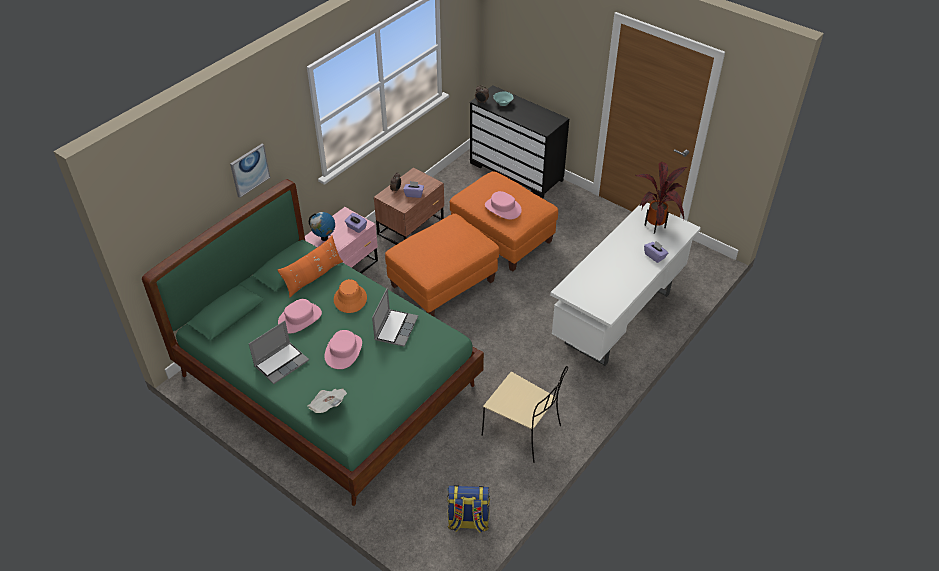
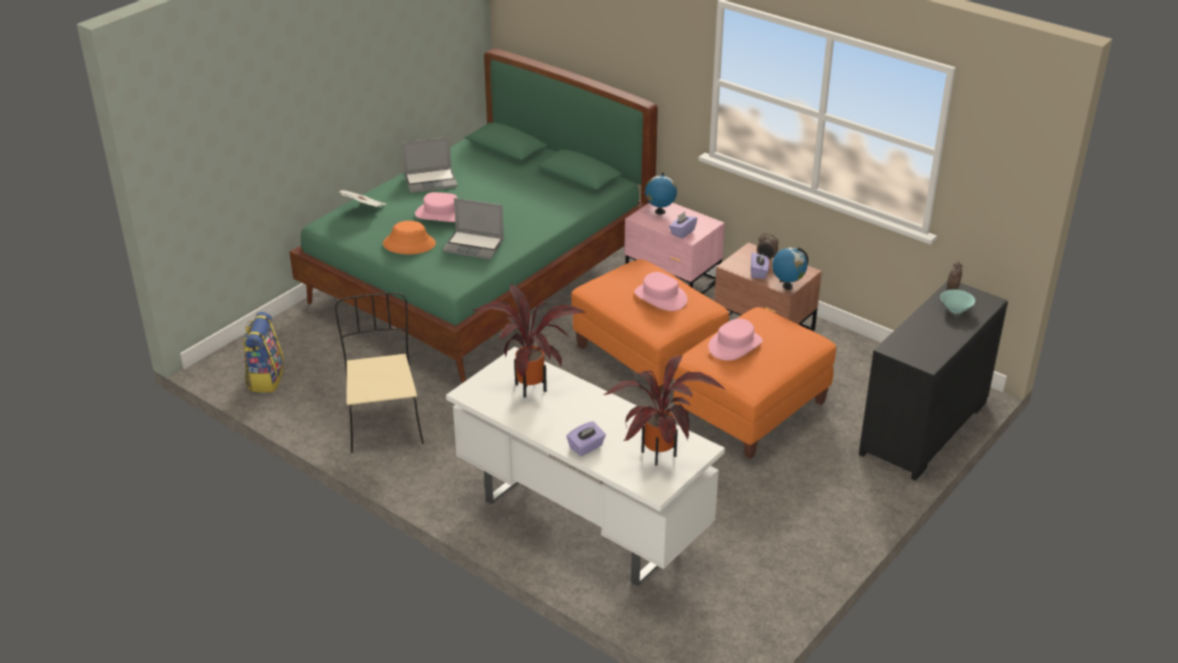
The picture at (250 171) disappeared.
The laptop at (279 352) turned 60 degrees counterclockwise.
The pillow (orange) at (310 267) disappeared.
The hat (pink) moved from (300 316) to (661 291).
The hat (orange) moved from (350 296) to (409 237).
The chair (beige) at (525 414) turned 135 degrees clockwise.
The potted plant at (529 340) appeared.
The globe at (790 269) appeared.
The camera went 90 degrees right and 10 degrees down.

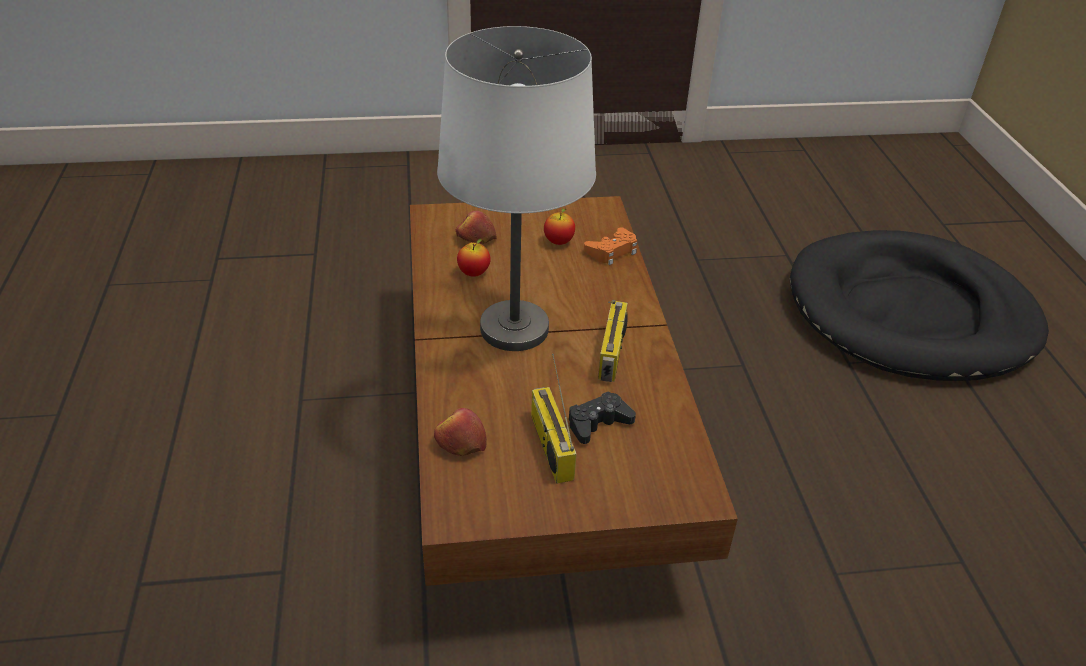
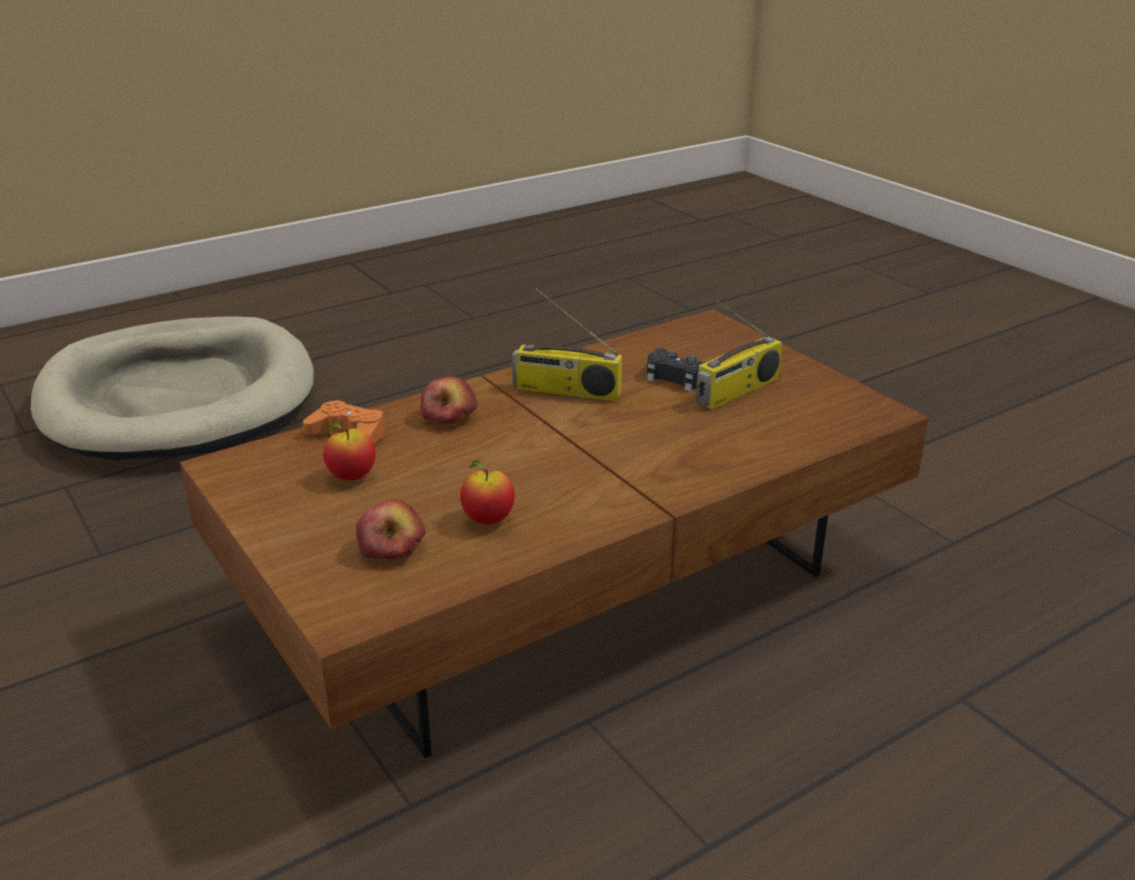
The apple moved from (460 432) to (449 400).
The table lamp (white) at (516 188) disappeared.
The radio at (613 341) turned 150 degrees counterclockwise.
The dog bed (black) at (919 305) became the dog bed (beige) at (172 388).
The camera went 115 degrees left and 10 degrees down.

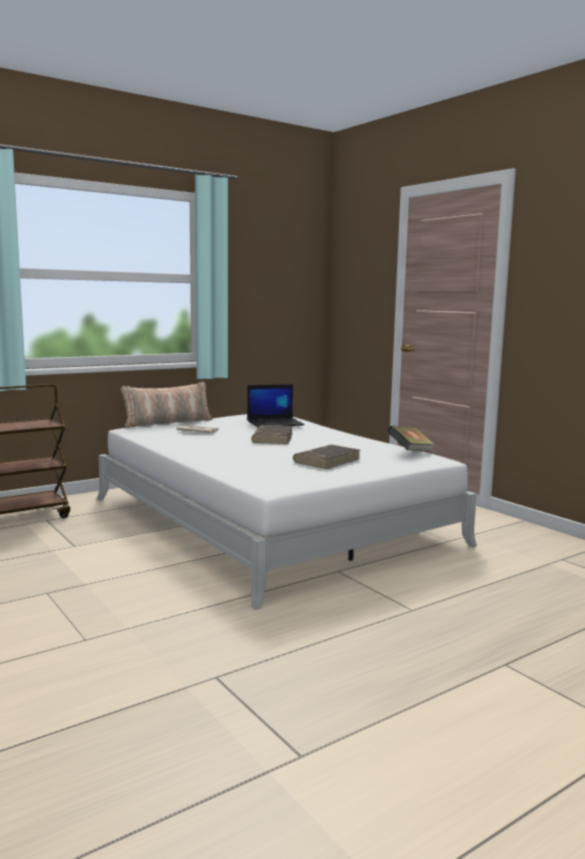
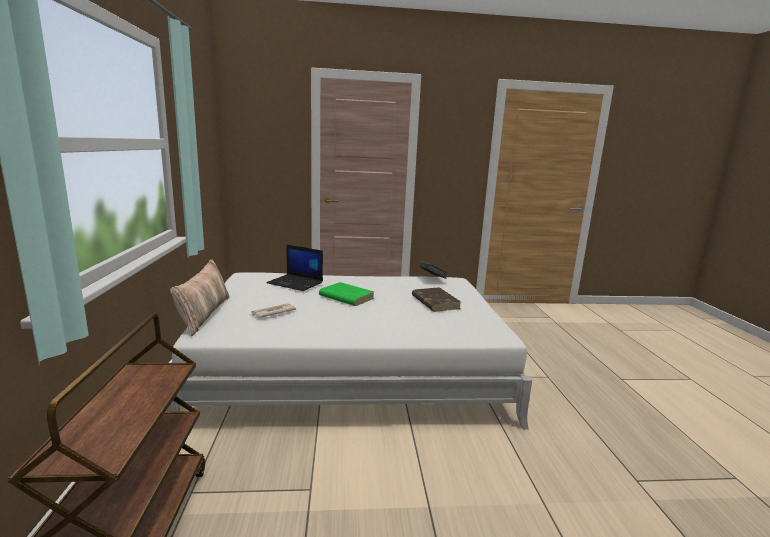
The laptop at (276 405) turned 105 degrees clockwise.
The book (brown) at (272 434) became the book (green) at (346 294).
The camera went 60 degrees left and 5 degrees up.

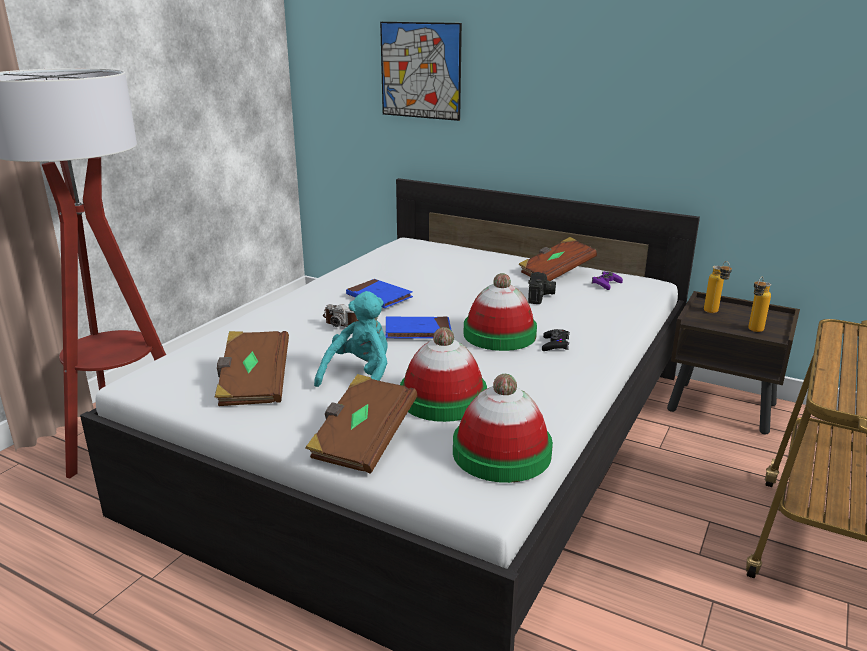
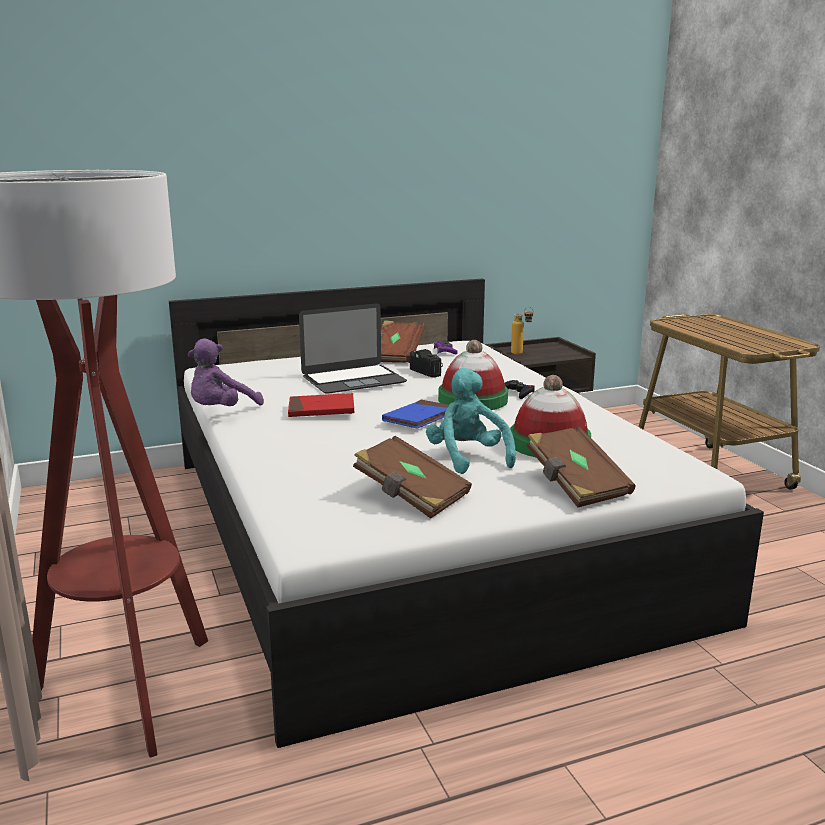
The photo camera at (340 315) disappeared.
The book (blue) at (379 293) became the book (red) at (321 405).
The picture at (421 71) disappeared.
The hat at (503 428) disappeared.
The bottle at (759 304) disappeared.
The plush toy (purple) at (226 372) appeared.
The laptop at (353 348) appeared.
The camera went 50 degrees left and 5 degrees down.

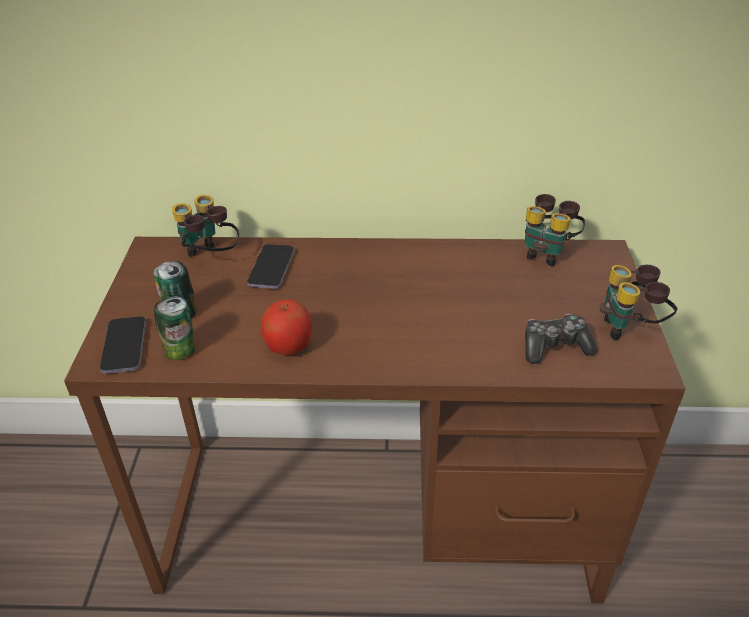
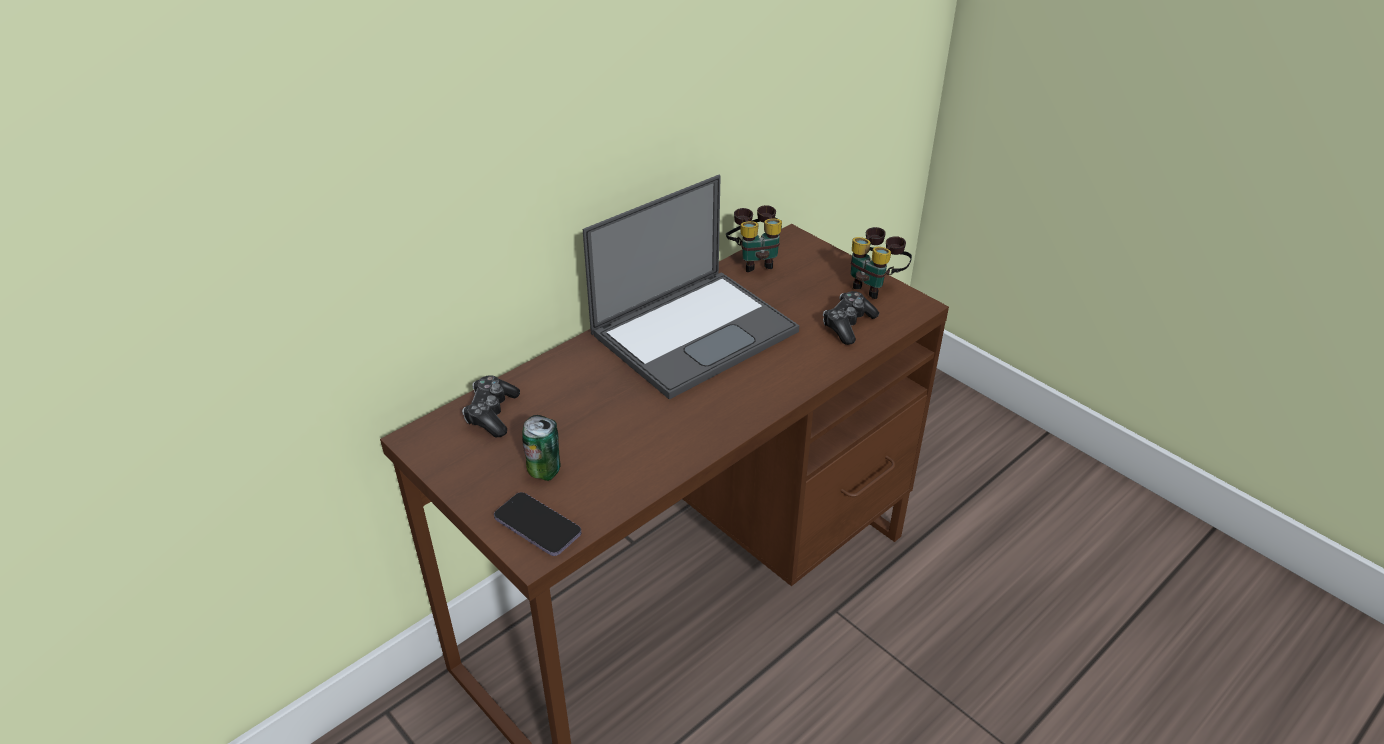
The can at (174 328) disappeared.
The binoculars at (205 226) was replaced by the game controller at (491 406).
The phone at (271 266) disappeared.
The apple at (286 327) disappeared.
The laptop at (691 287) appeared.
The camera went 45 degrees left and 0 degrees up.

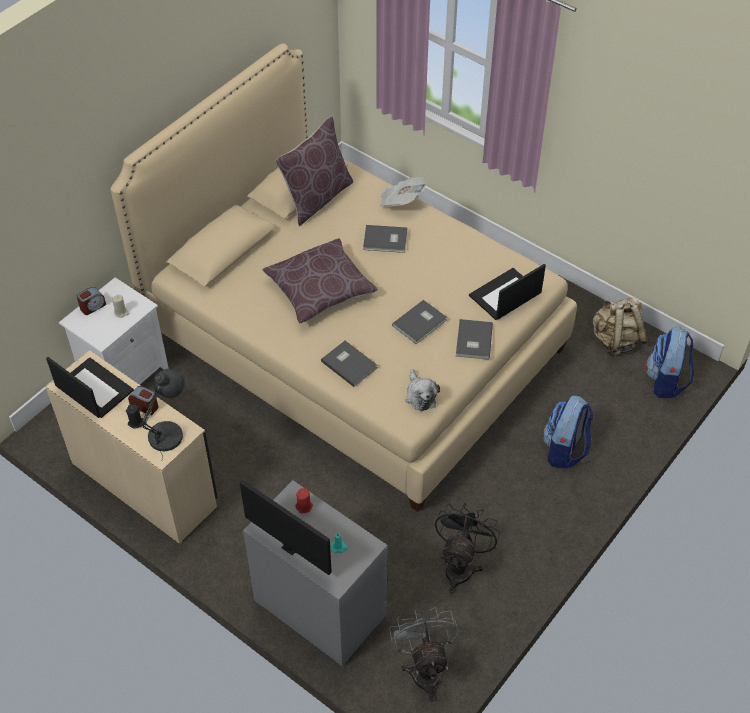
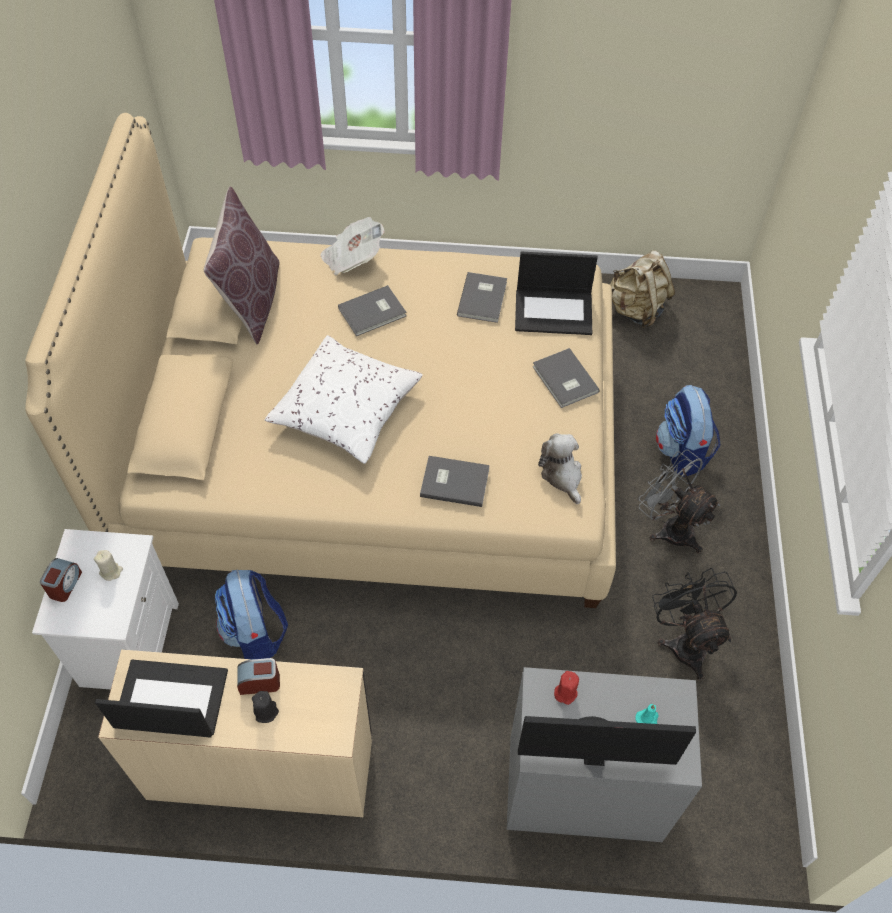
The table lamp (grey) at (163 415) disappeared.
The pillow (brown) at (320 280) became the pillow (white) at (344 399).
The fan (grey) moved from (424 654) to (679 501).
The book (grey) moved from (419 322) to (482 297).
The plush toy at (423 390) turned 150 degrees counterclockwise.
The laptop at (507 292) turned 105 degrees counterclockwise.
The backpack moved from (670 362) to (251 614).
The camera went 35 degrees left and 5 degrees up.

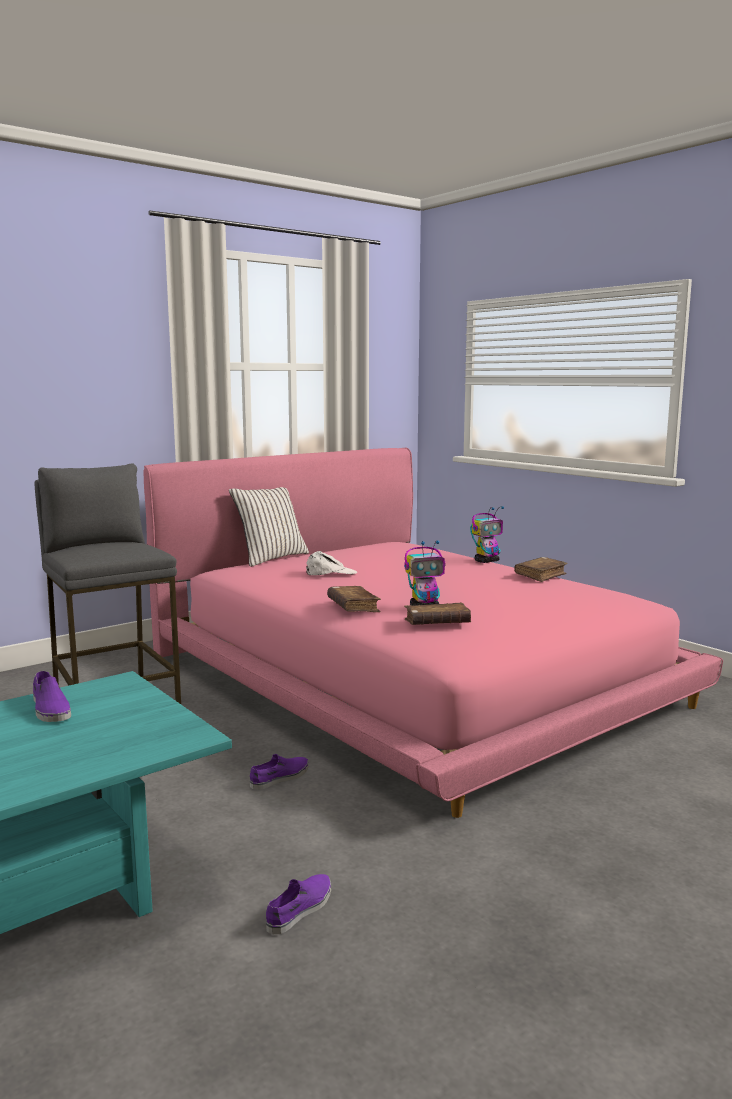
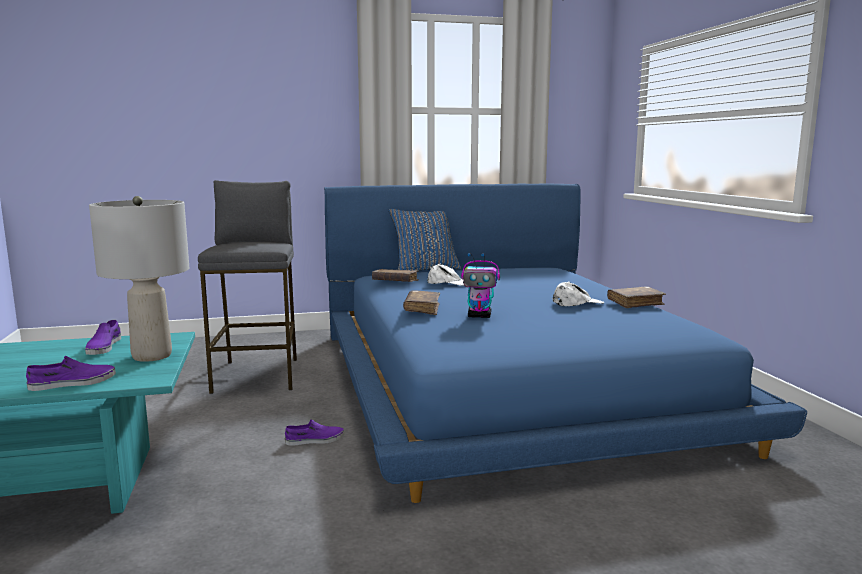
The bed (pink) at (433 633) became the bed (blue) at (565 343).
The pillow (white) at (269 527) became the pillow (blue) at (425 239).
The shoe (purple) moved from (298 904) to (71 373).
The book (brown) moved from (437 613) to (395 275).
The toy robot at (487 534) disappeared.
The table lamp (grey) at (139 279) appeared.
The cap (white) at (578 294) appeared.
The camera went 25 degrees right and 0 degrees up.

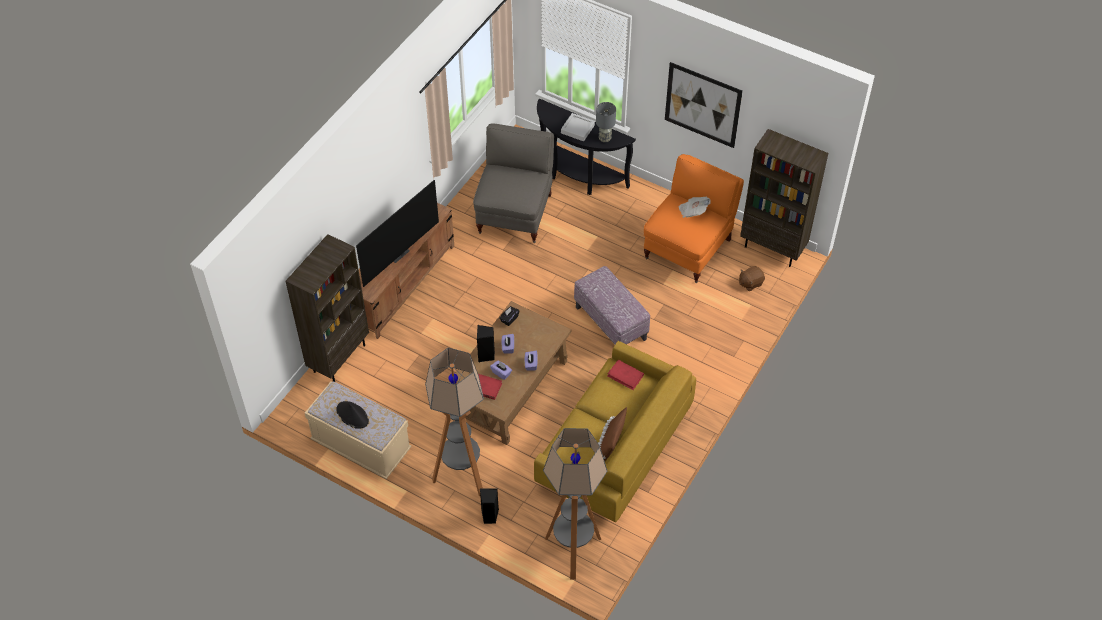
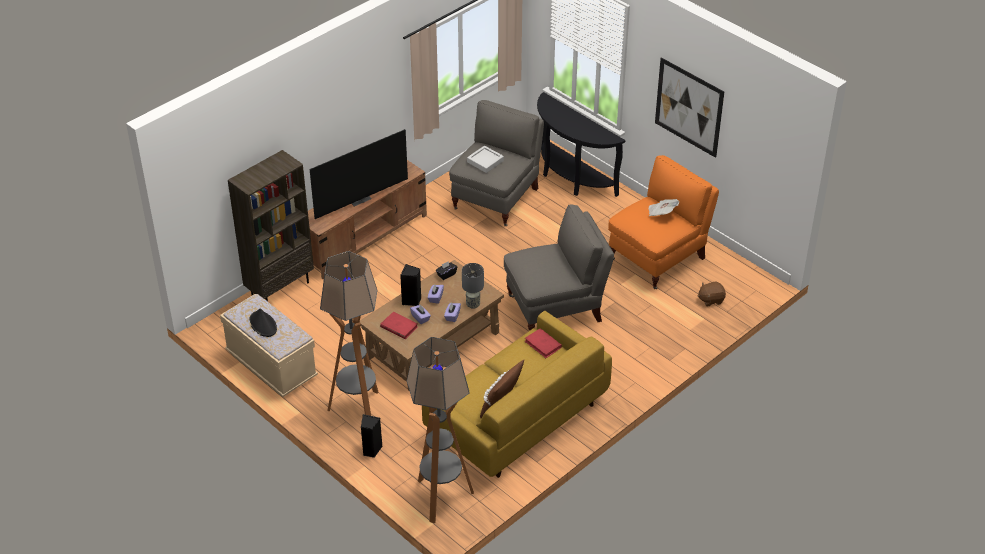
The tray (grey) moved from (578 127) to (485 159).
The ottoman at (612 305) was replaced by the armchair (grey) at (559 267).
The table lamp (grey) moved from (606 122) to (473 286).
The bookcase (brown) at (784 198) disappeared.
The camera went 15 degrees right and 10 degrees down.

